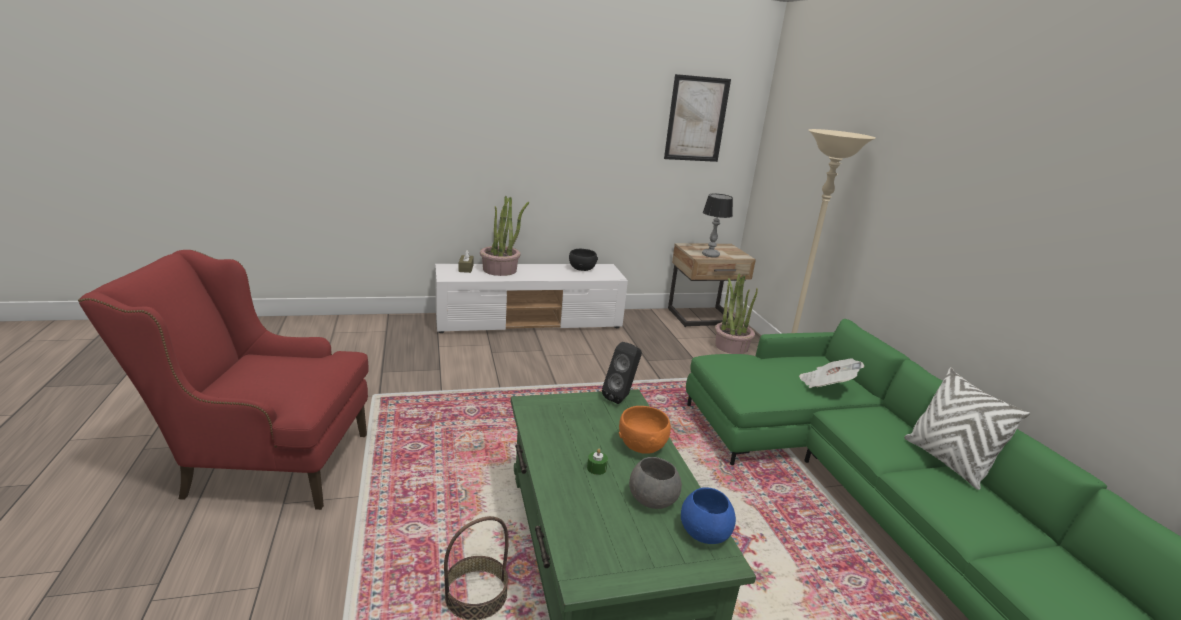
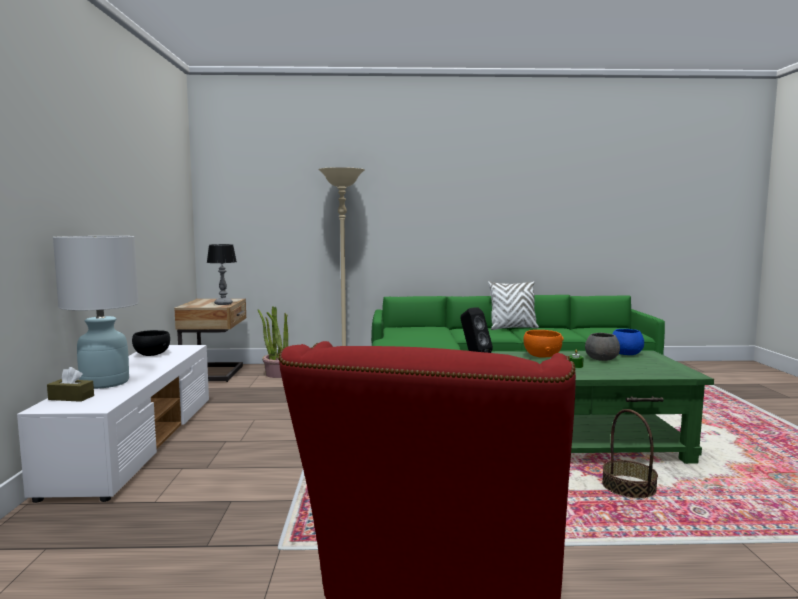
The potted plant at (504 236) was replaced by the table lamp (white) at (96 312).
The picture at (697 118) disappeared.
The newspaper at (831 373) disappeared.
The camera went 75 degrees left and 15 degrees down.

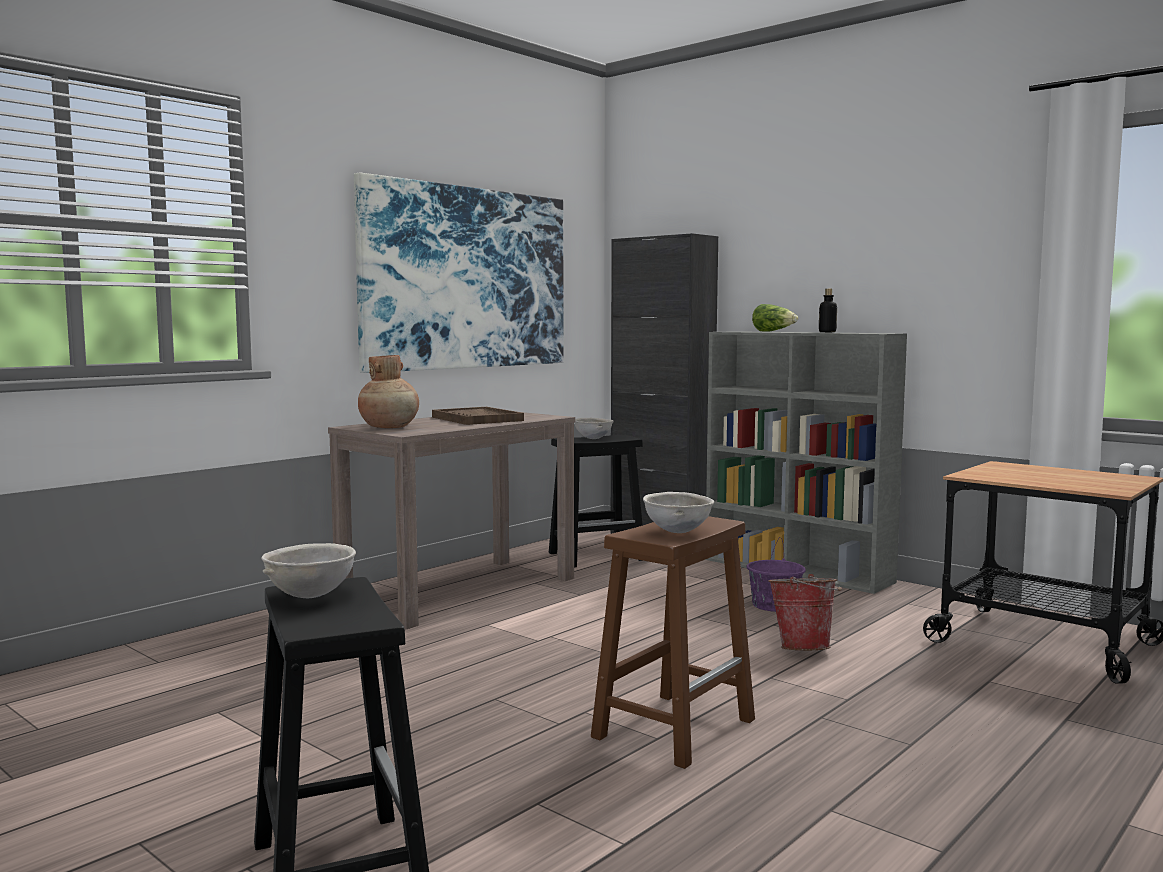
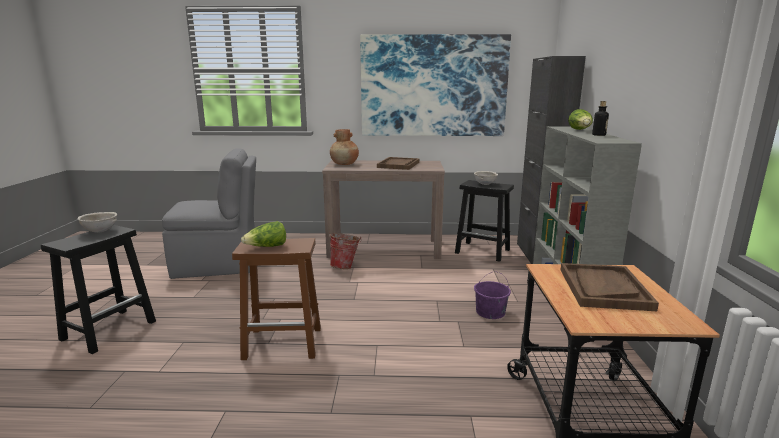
The bowl (grey) at (678 512) was replaced by the lettuce at (263 234).
The bucket moved from (805 612) to (345 251).
The chair (grey) at (209 213) appeared.
The tray (brown) at (610 287) appeared.
The camera went 50 degrees right and 10 degrees up.

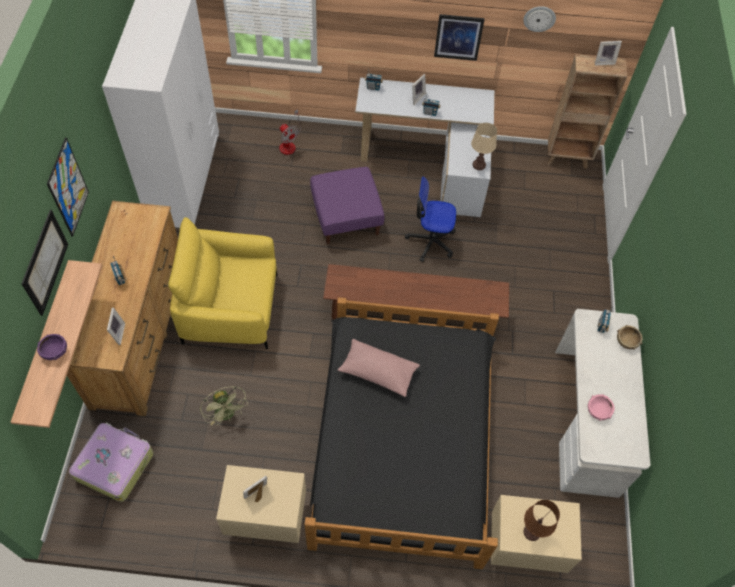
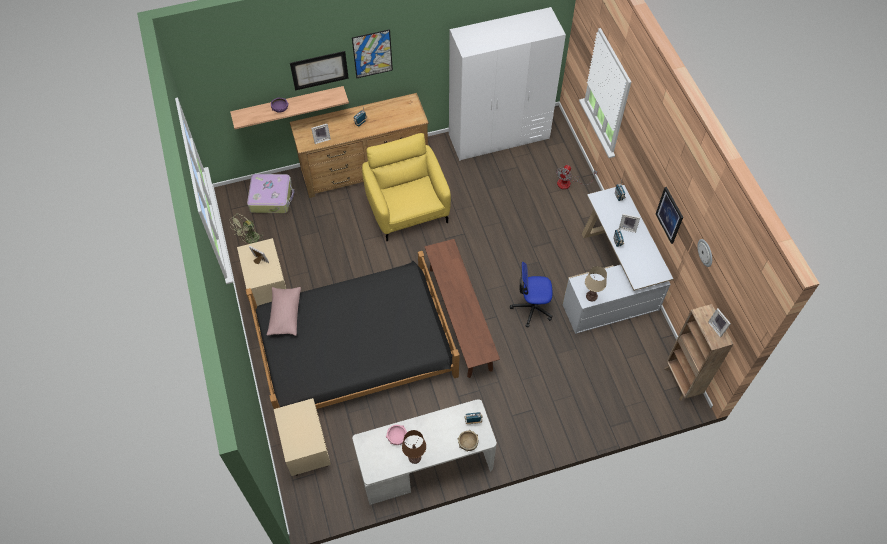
The fan (green) moved from (224 406) to (247 229).
The ottoman (purple) at (347 205) disappeared.
The pillow (pink) moved from (379 368) to (284 311).
The office chair at (430 219) turned 75 degrees counterclockwise.
The table lamp (brown) moved from (541 520) to (414 447).
The camera went 70 degrees right and 0 degrees up.

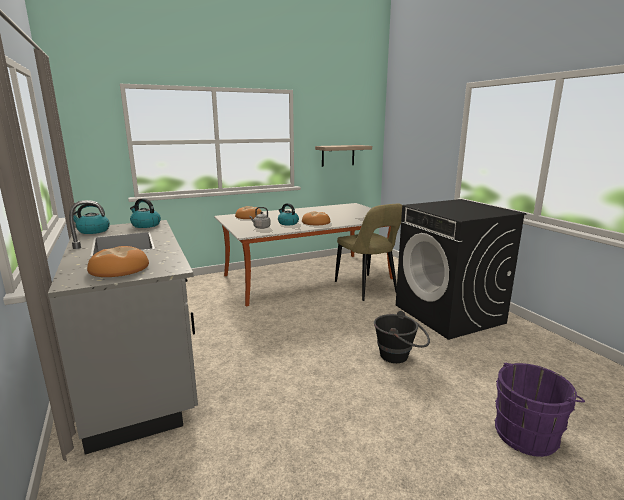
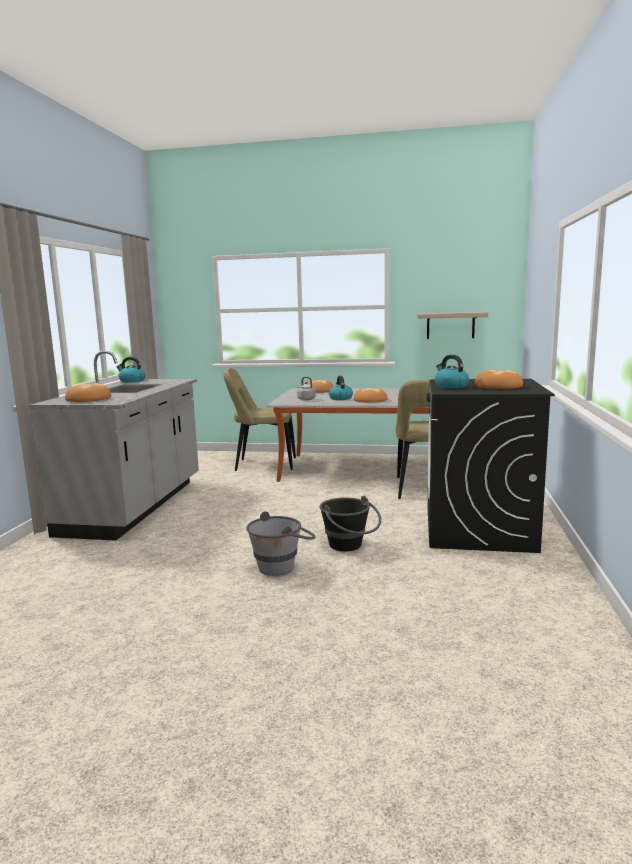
The kettle moved from (145 213) to (452 372).
The bucket (purple) at (539 409) disappeared.
The chair (beige) at (260 419) appeared.
The bucket (grey) at (280 543) appeared.
The bread at (498 379) appeared.
The camera went 35 degrees right and 5 degrees down.

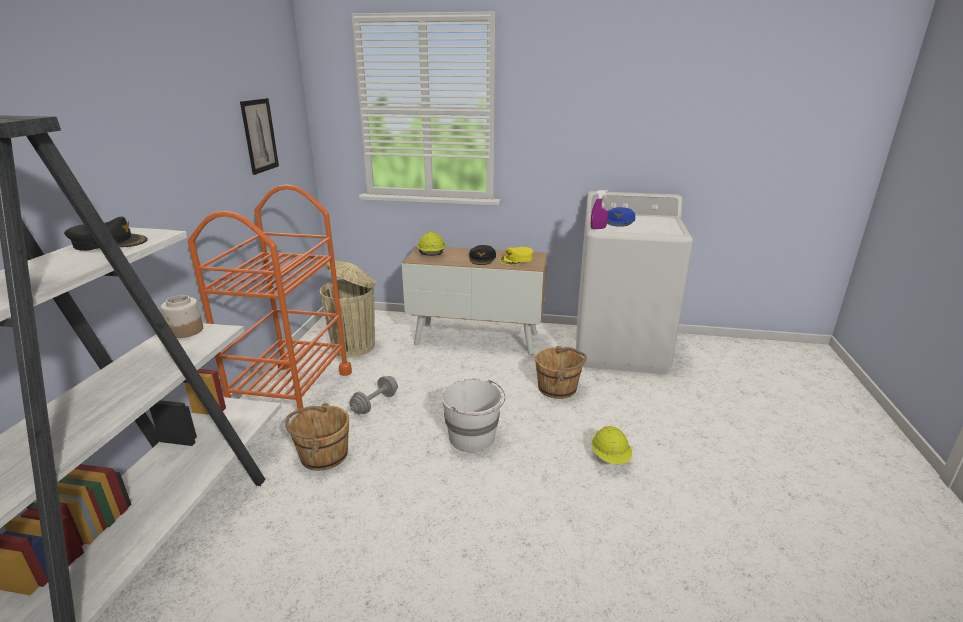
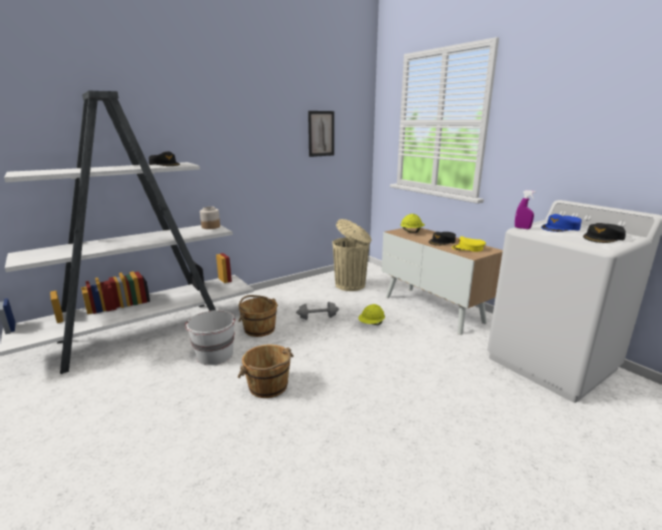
The cart (orange) at (270 299) disappeared.
The bucket (white) moved from (473 415) to (210 337).
The bucket (brown) moved from (560 372) to (265 371).
The hard hat (yellow) moved from (612 445) to (371 314).
The cap (black) at (604 233) appeared.
The camera went 45 degrees right and 5 degrees down.

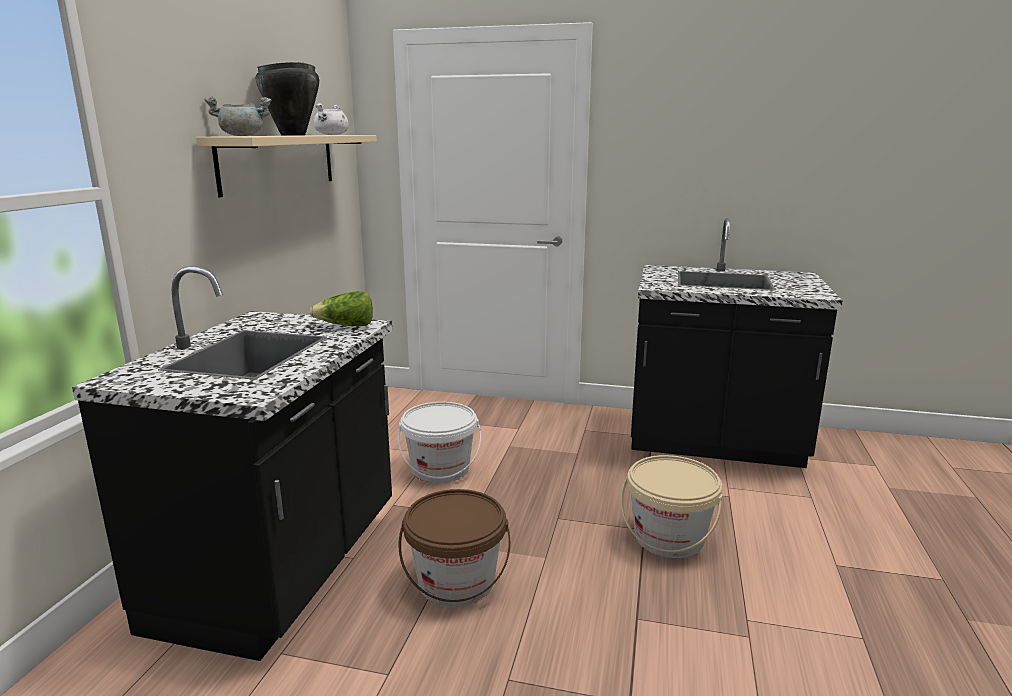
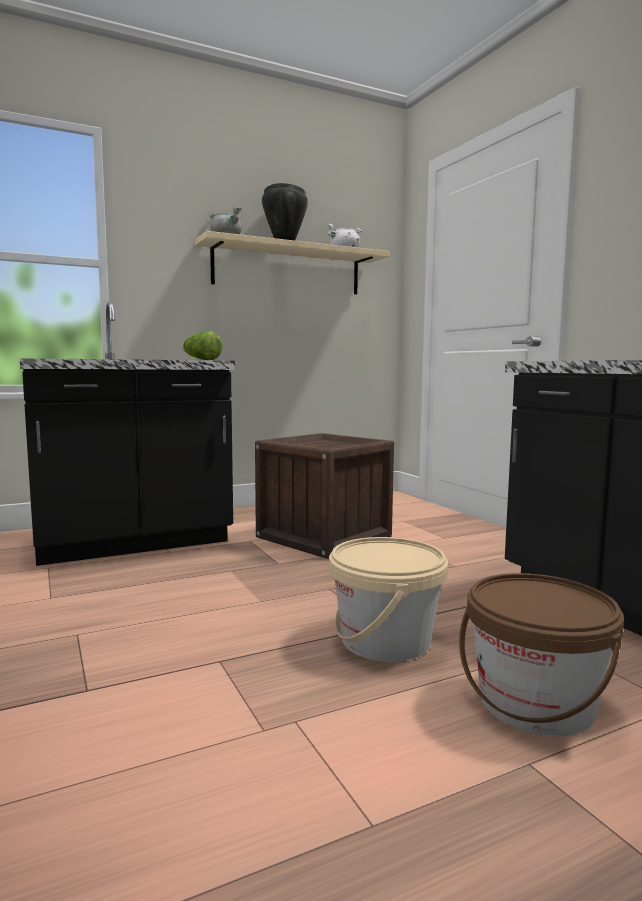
The bucket (white) at (439 442) was replaced by the crate at (324 496).
The bucket (brown) moved from (454 548) to (541 655).
The camera went 50 degrees right and 10 degrees down.

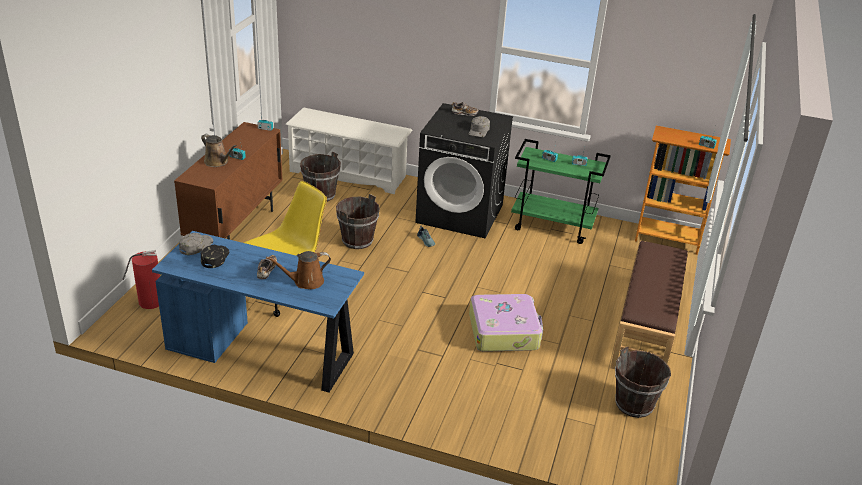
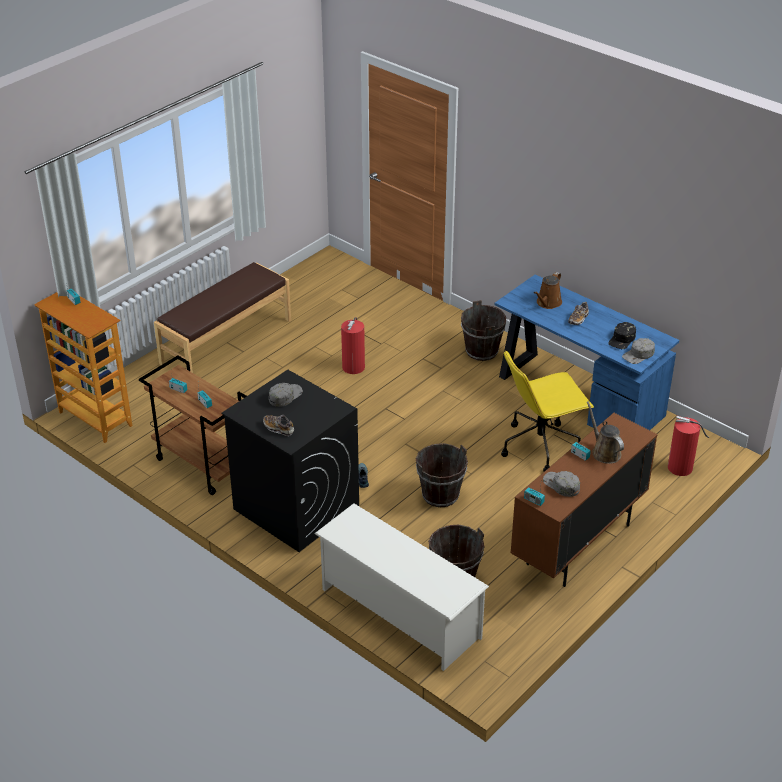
The watering can (brown) at (298 270) turned 120 degrees clockwise.
The suitcase at (506 323) was replaced by the fire extinguisher at (353 345).
The cart (green) at (561 191) became the cart (brown) at (192 425).
The bucket (brown) moved from (643 382) to (483 330).
The cap (grey) at (561 484) appeared.
The camera went 155 degrees left and 5 degrees up.

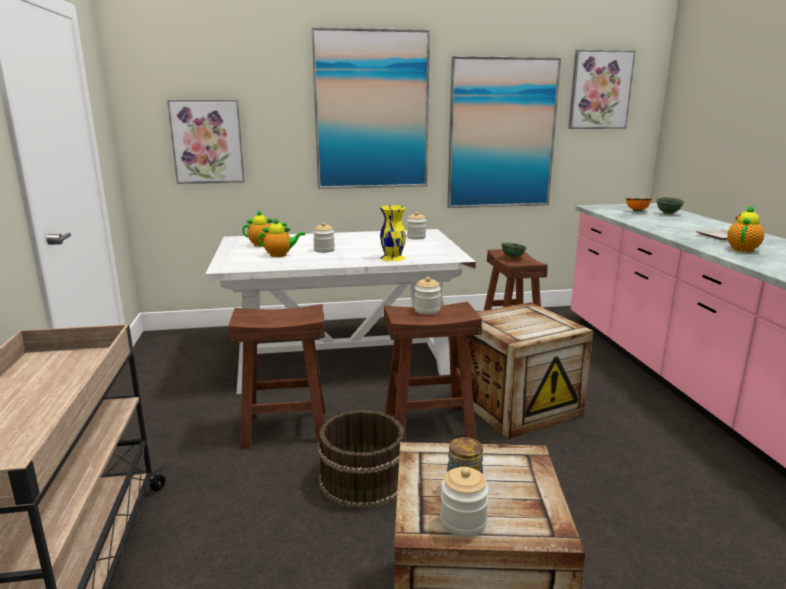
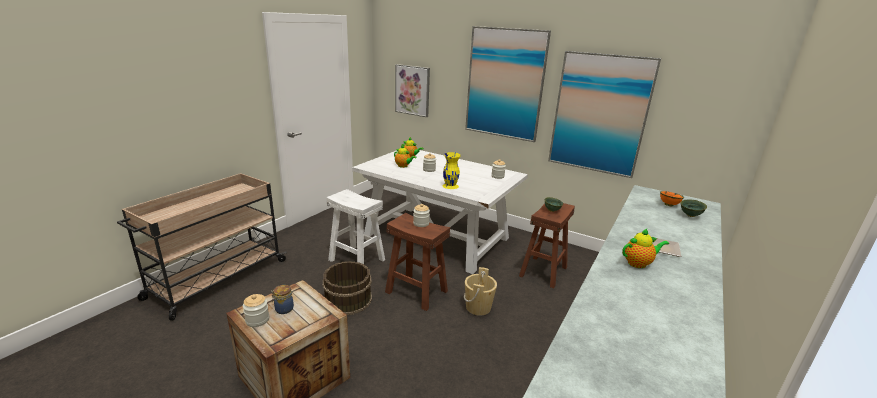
The stool (brown) at (276 376) became the stool (white) at (356 226).
The crate at (527 370) was replaced by the bucket (beige) at (480 291).
The picture at (602 89) disappeared.
The camera went 40 degrees right and 5 degrees up.

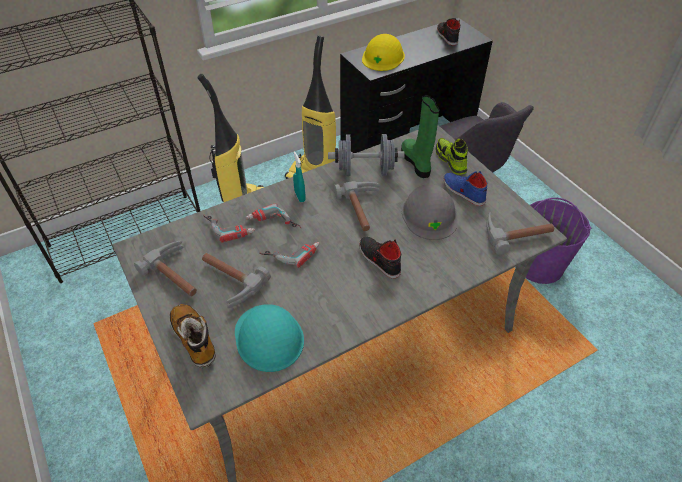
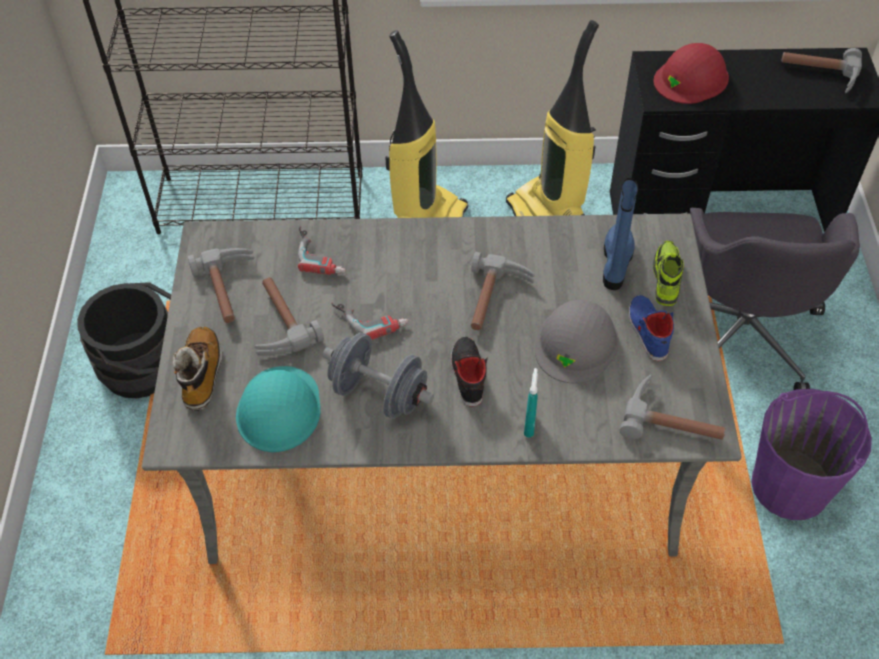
The power drill at (273 215) disappeared.
The spray bottle (turquoise) moved from (299 176) to (531 403).
The dumbbell (grey) moved from (366 155) to (378 376).
The hard hat (yellow) at (383 52) became the hard hat (red) at (691 73).
The boot (green) at (420 136) became the boot (blue) at (620 234).
The shoe (black) at (448 32) was replaced by the hammer at (822 70).
The bucket (black) at (124 340) appeared.
The camera went 30 degrees right and 5 degrees up.

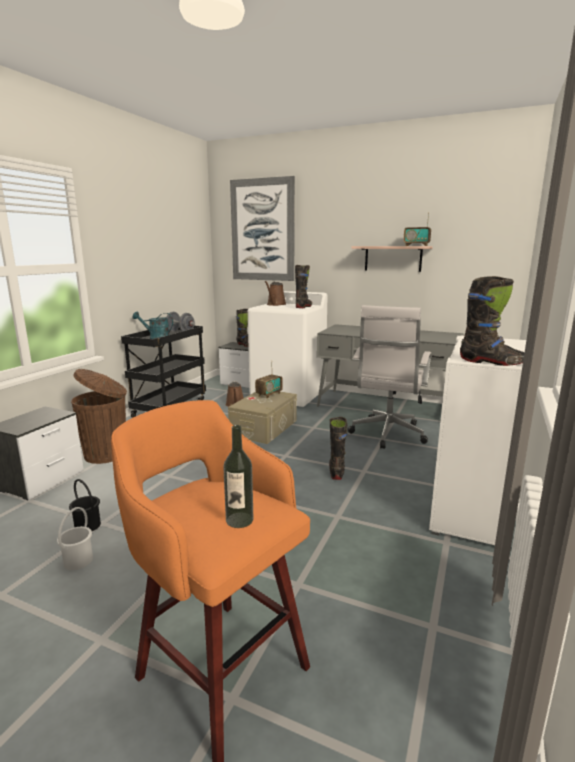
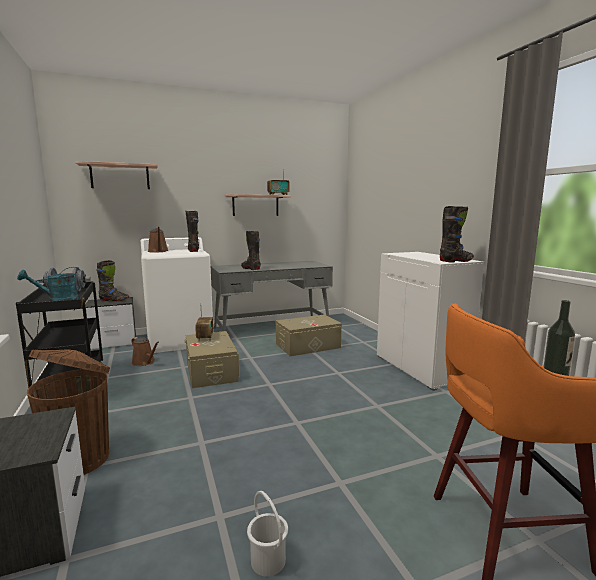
The bucket (black) at (85 505) disappeared.
The picture at (262 228) was replaced by the shelf at (116 175).
The boot (black) moved from (338 448) to (251 250).
The office chair (white) at (389 377) was replaced by the storage box (beige) at (309 335).
The camera went 45 degrees left and 5 degrees down.

